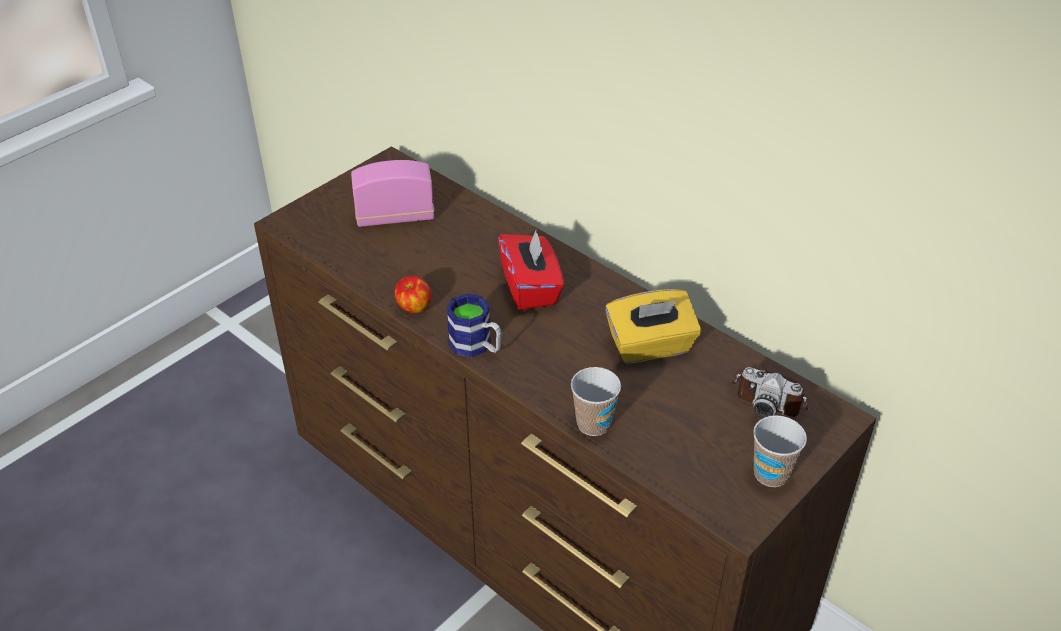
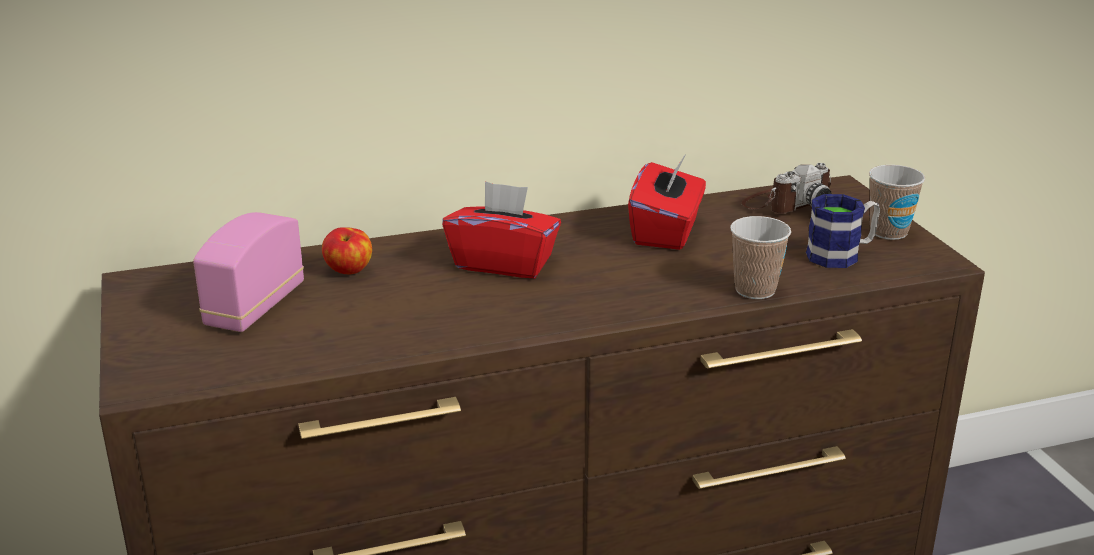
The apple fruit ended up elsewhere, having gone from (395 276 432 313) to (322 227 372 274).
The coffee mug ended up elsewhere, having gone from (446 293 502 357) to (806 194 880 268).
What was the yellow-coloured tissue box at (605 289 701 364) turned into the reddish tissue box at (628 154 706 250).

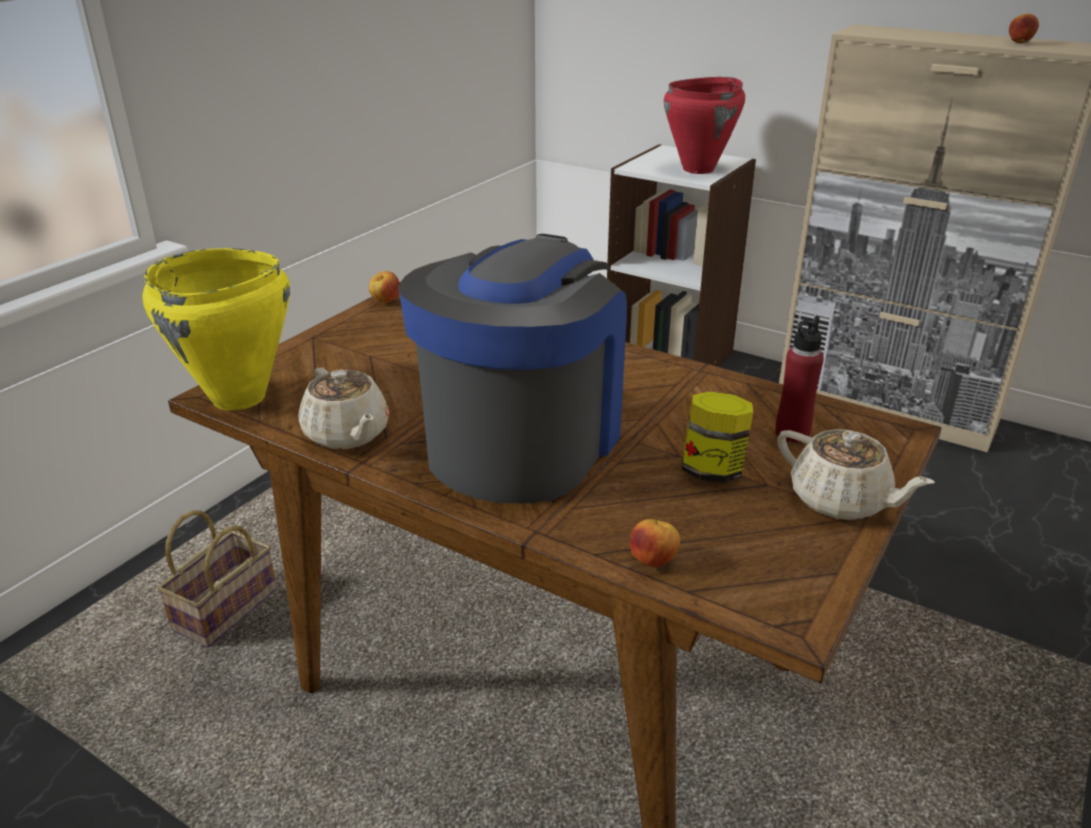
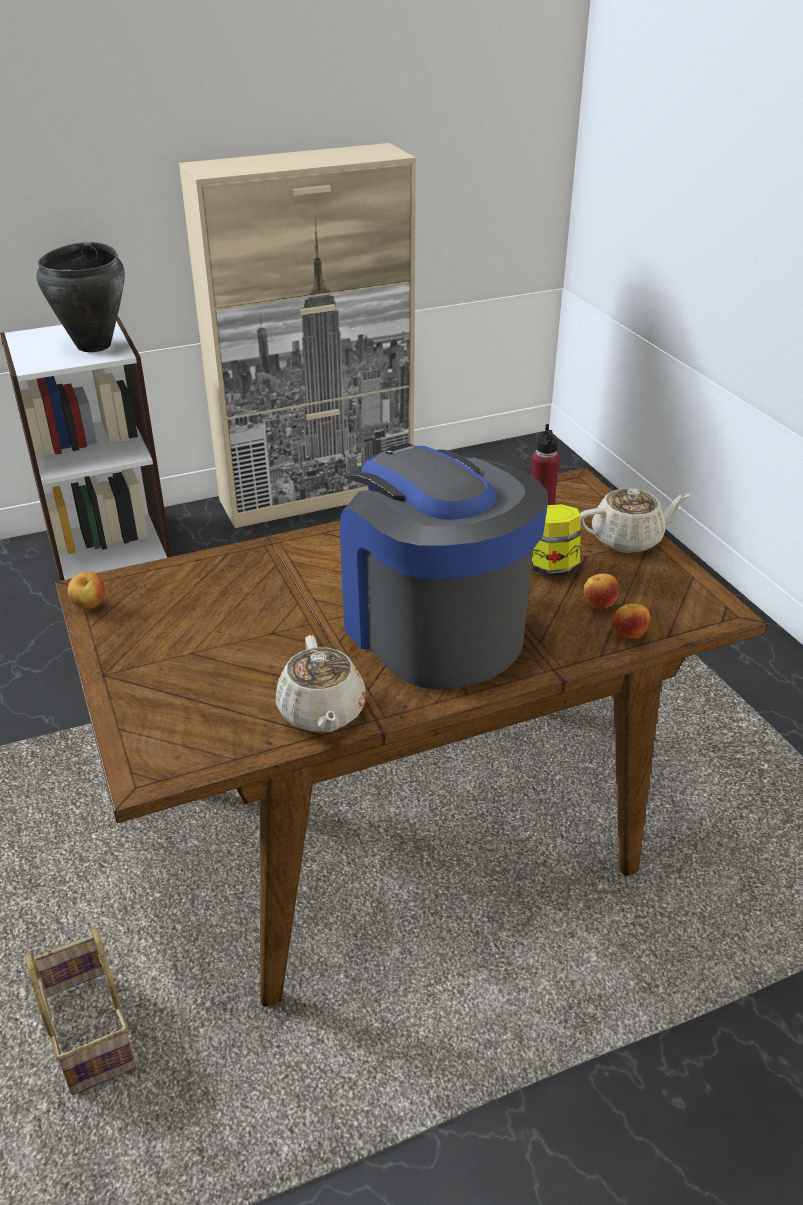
The second view lost the yellow-coloured cooking pot at (142 248 290 410).
The apple fruit ended up elsewhere, having gone from (1009 14 1039 43) to (584 573 619 609).
What was the reddish cooking pot at (664 77 745 174) turned into the blackish cooking pot at (36 242 125 352).
The sand-coloured teapot at (299 368 390 449) ended up facing another way, 75 degrees clockwise from before.

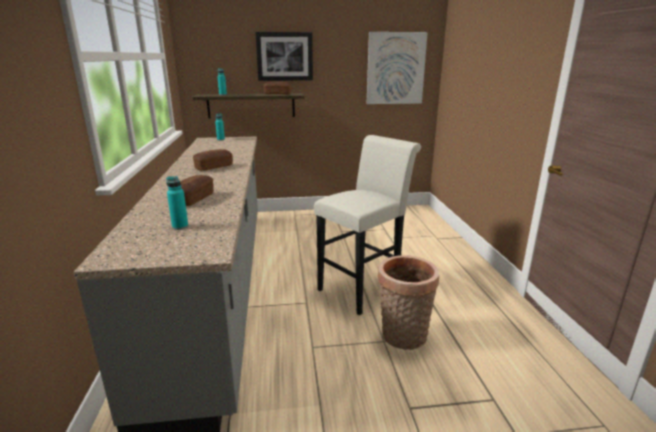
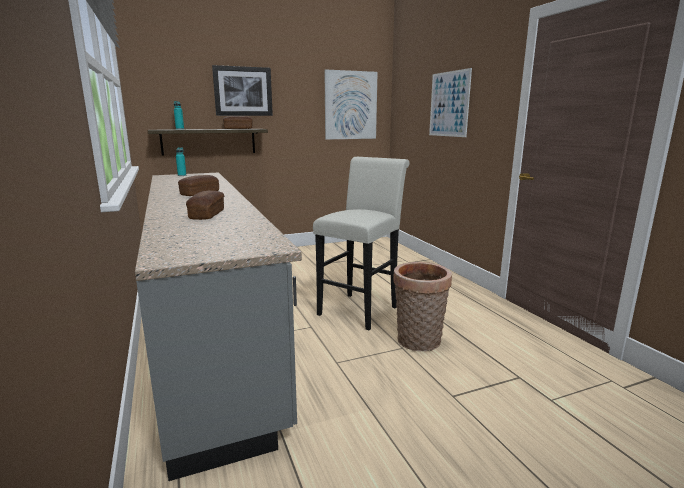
The second view lost the blue-green beverage bottle at (166 176 188 230).
The second view gained the wall art at (429 68 472 137).

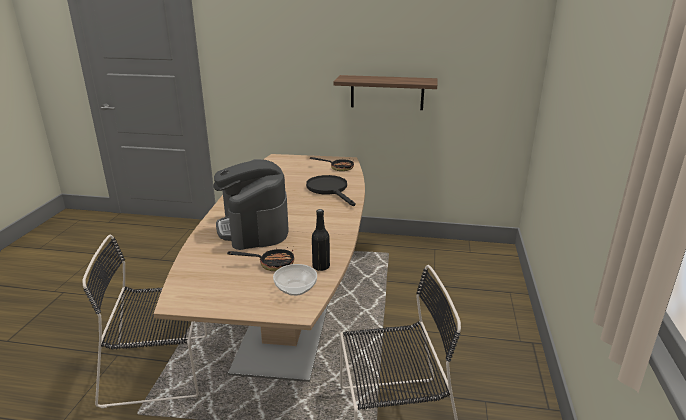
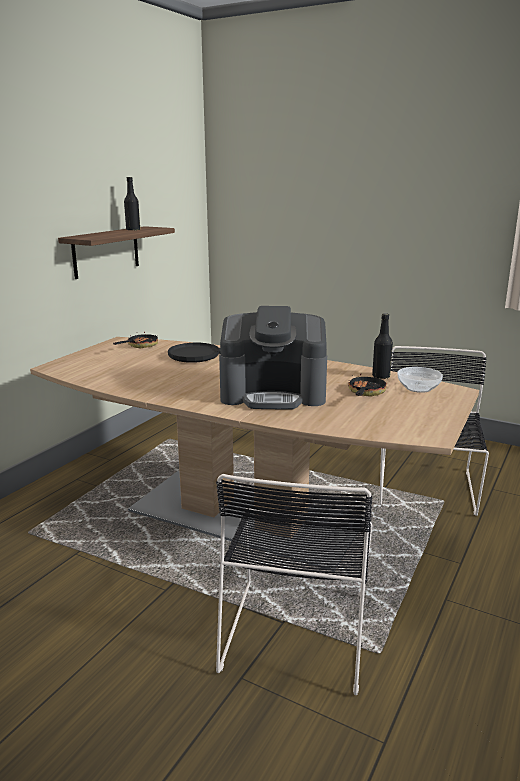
The second view gained the blackish beverage bottle at (124 177 140 231).

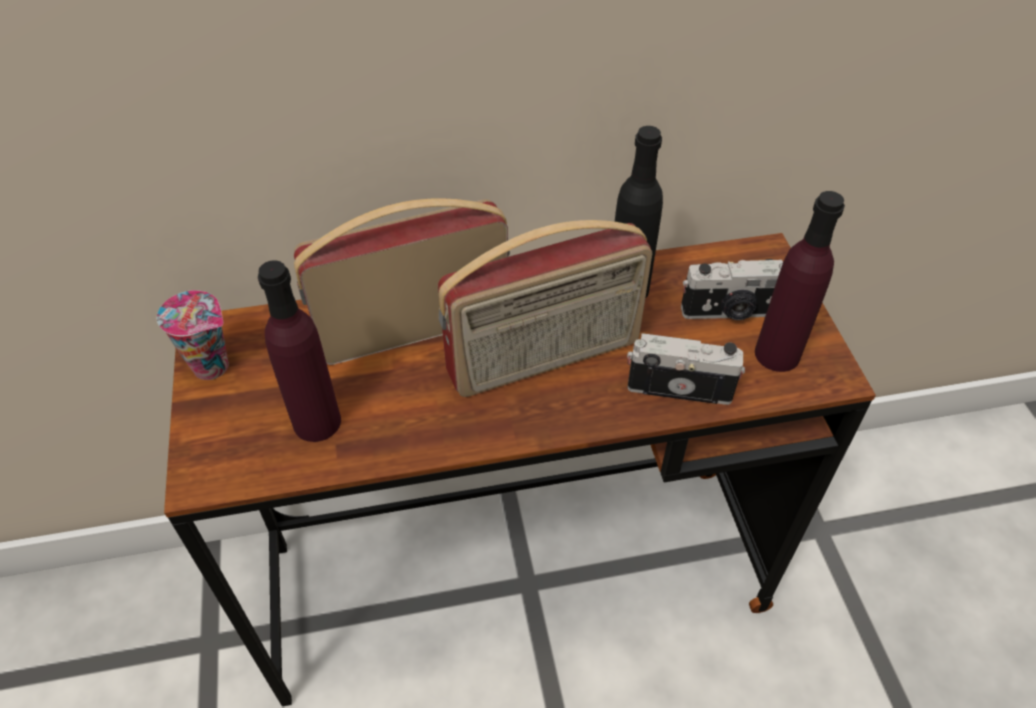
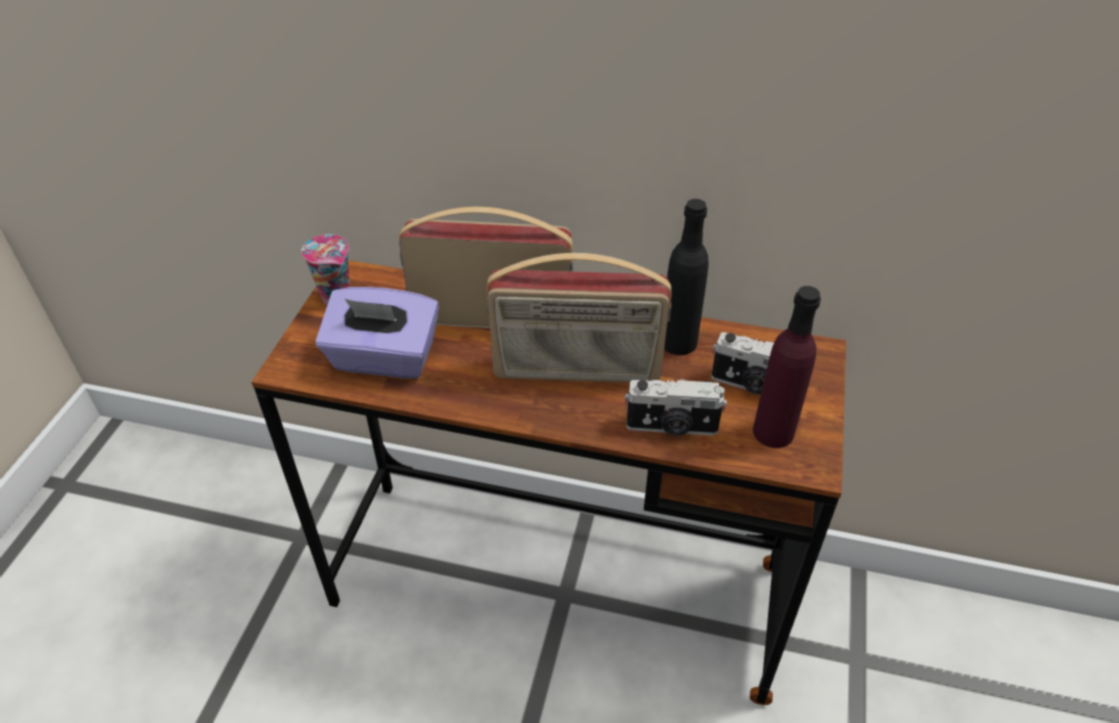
Where the purple beverage bottle stood at (258 260 341 442), the purple tissue box came to stand at (315 287 439 379).
The photo camera at (627 333 745 405) ended up facing another way, 150 degrees clockwise from before.

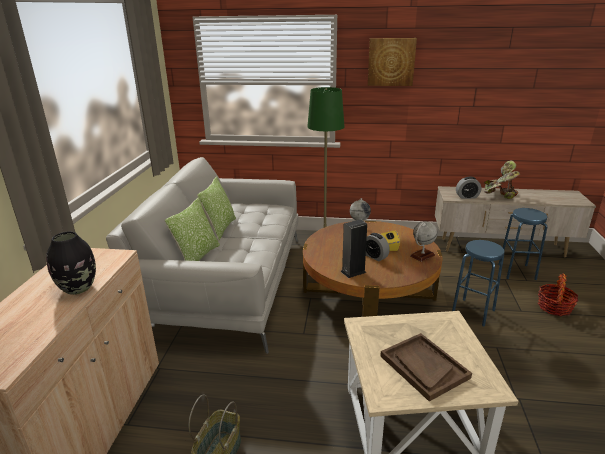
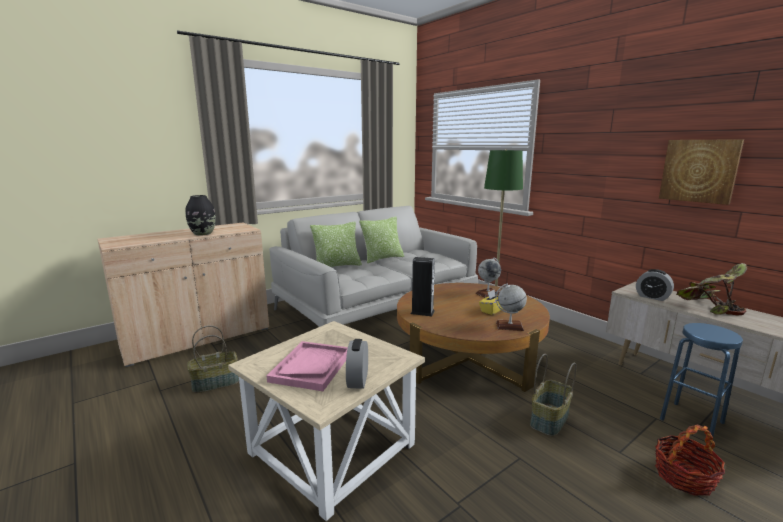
The table clock ended up elsewhere, having gone from (366 233 390 261) to (346 339 368 389).
The wall art ended up elsewhere, having gone from (368 38 417 86) to (659 139 744 205).
Where the blue-coloured stool seat stood at (452 240 505 326), the basket came to stand at (530 354 577 436).
What was the brownish serving tray at (380 333 472 402) turned into the pinkish serving tray at (267 341 348 391).

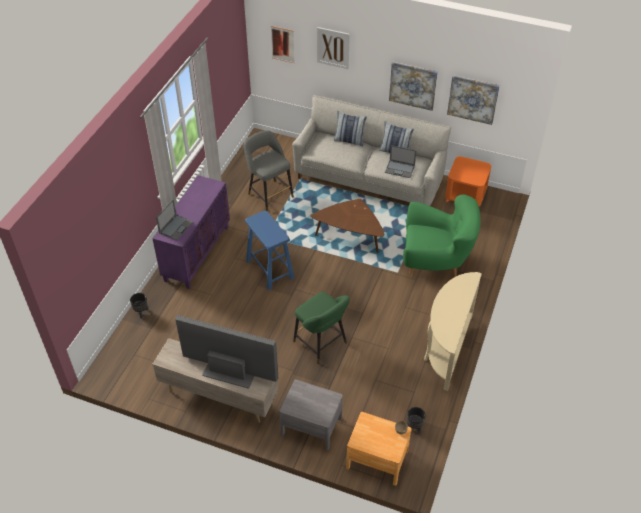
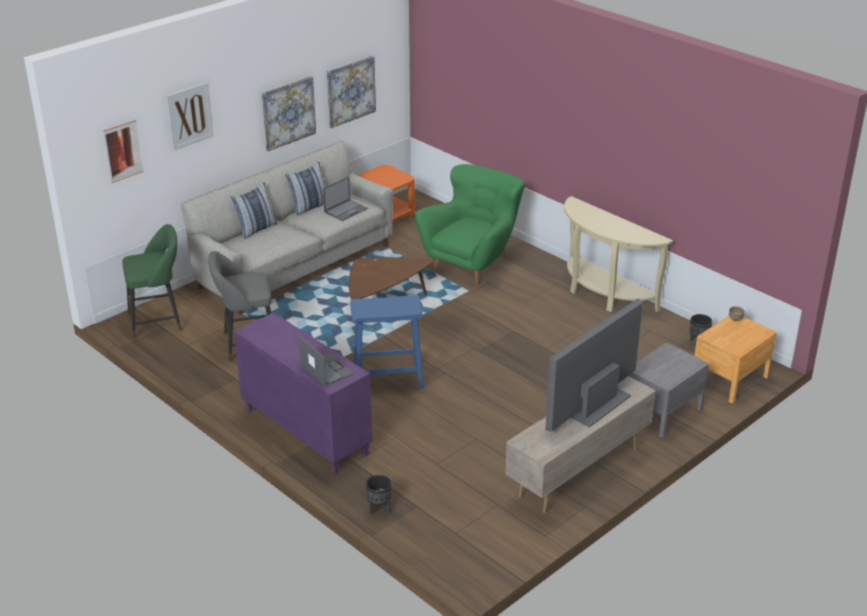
The greenish stool seat ended up elsewhere, having gone from (293 292 350 364) to (123 224 182 339).

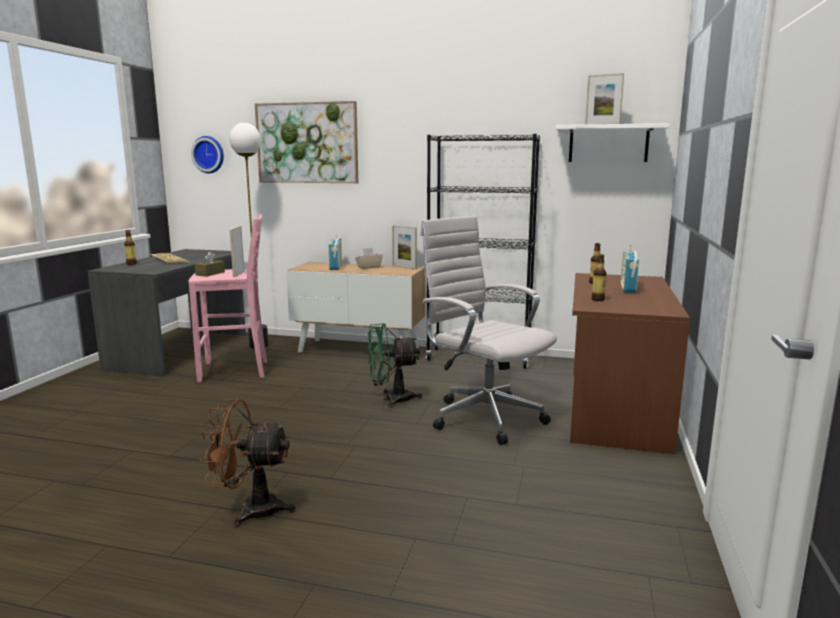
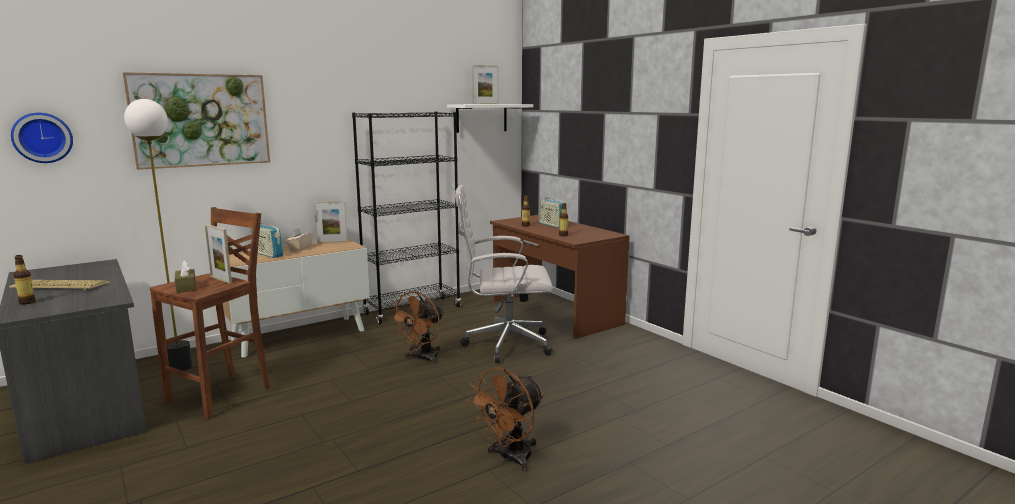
What was the pinkish stool seat at (188 214 267 382) turned into the brownish stool seat at (150 207 270 419).
What was the greenish electric fan at (368 323 422 408) turned into the brownish electric fan at (389 291 445 364).

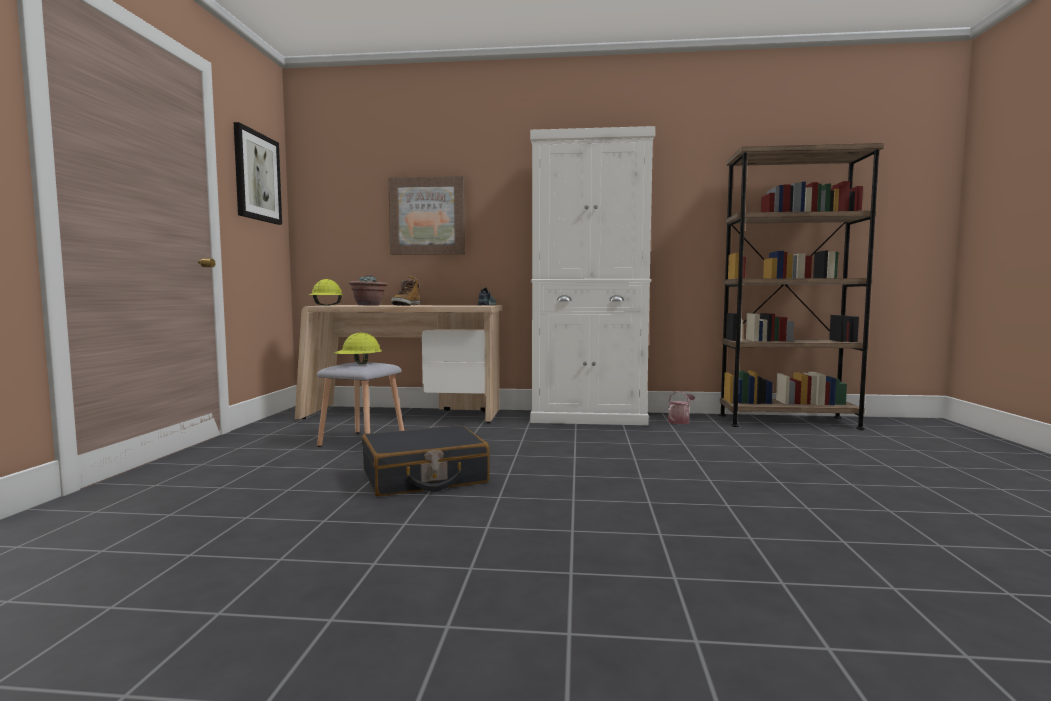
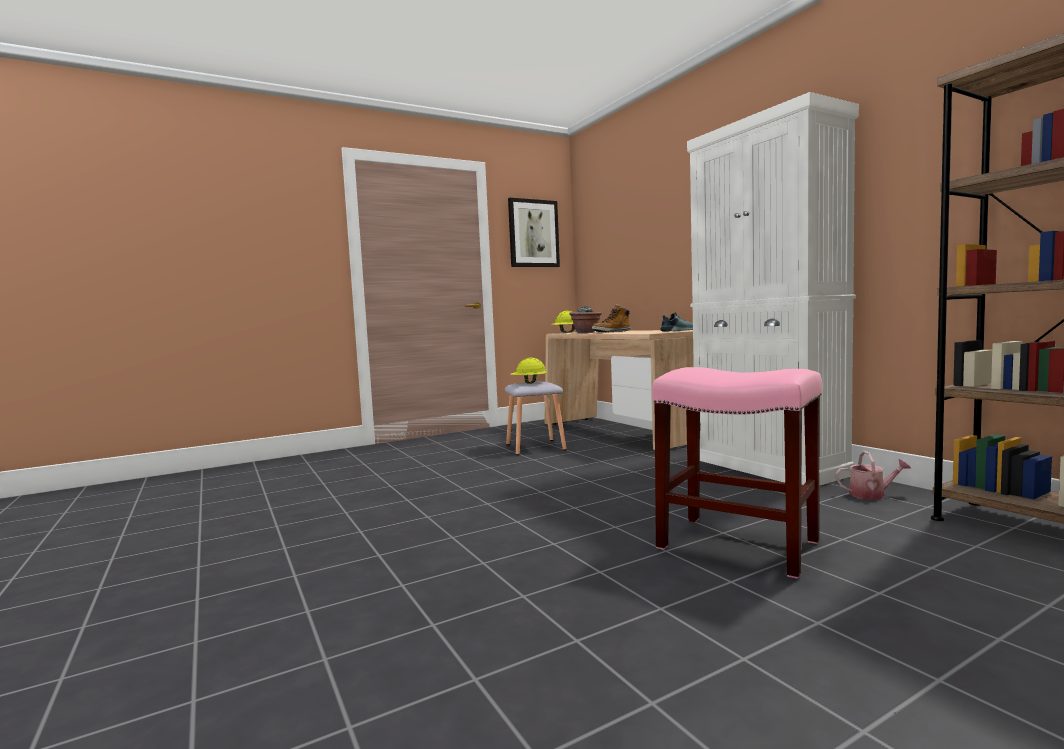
The second view lost the blackish piece of luggage at (362 425 490 496).
The second view lost the wall art at (388 176 465 255).
The second view gained the pinkish stool seat at (652 367 822 579).

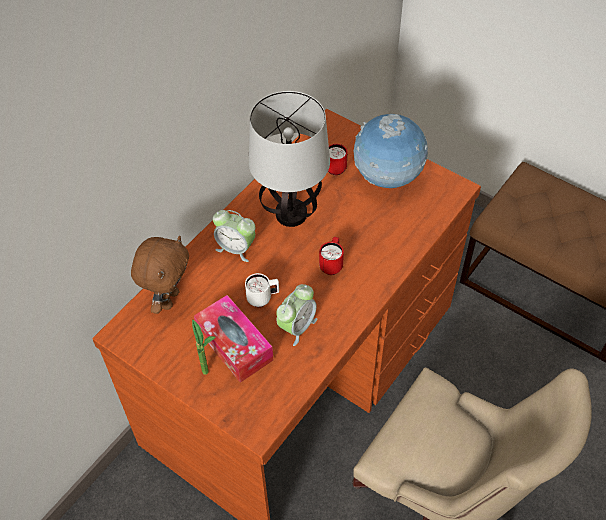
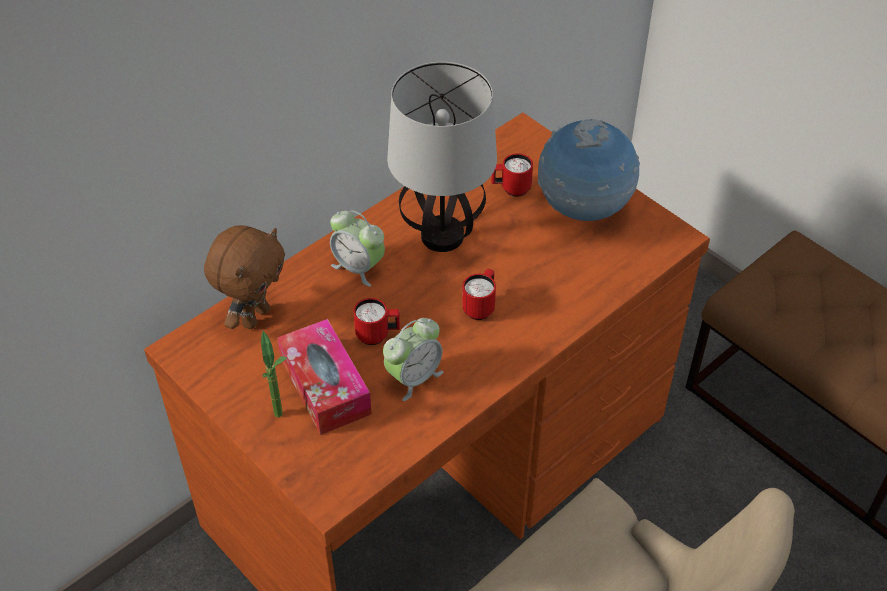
What was the white-coloured coffee mug at (245 273 279 307) turned into the reddish coffee mug at (353 298 400 345).

